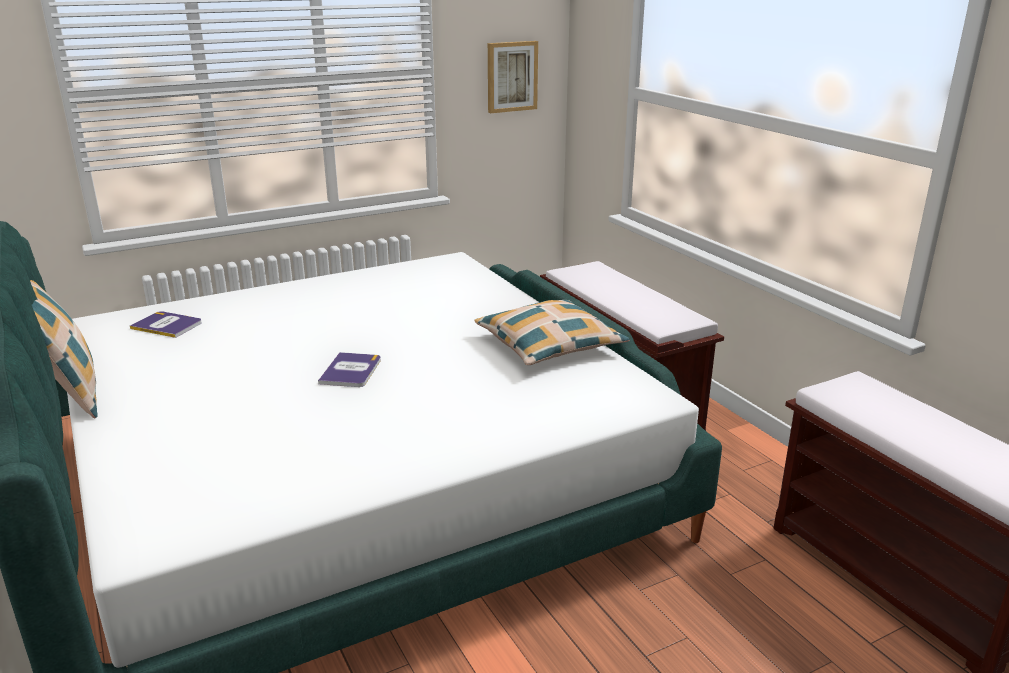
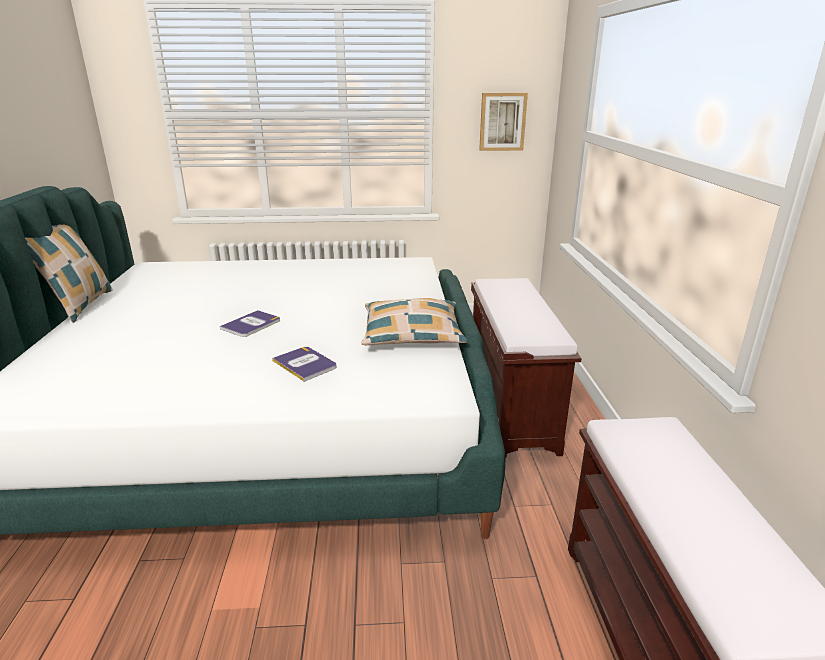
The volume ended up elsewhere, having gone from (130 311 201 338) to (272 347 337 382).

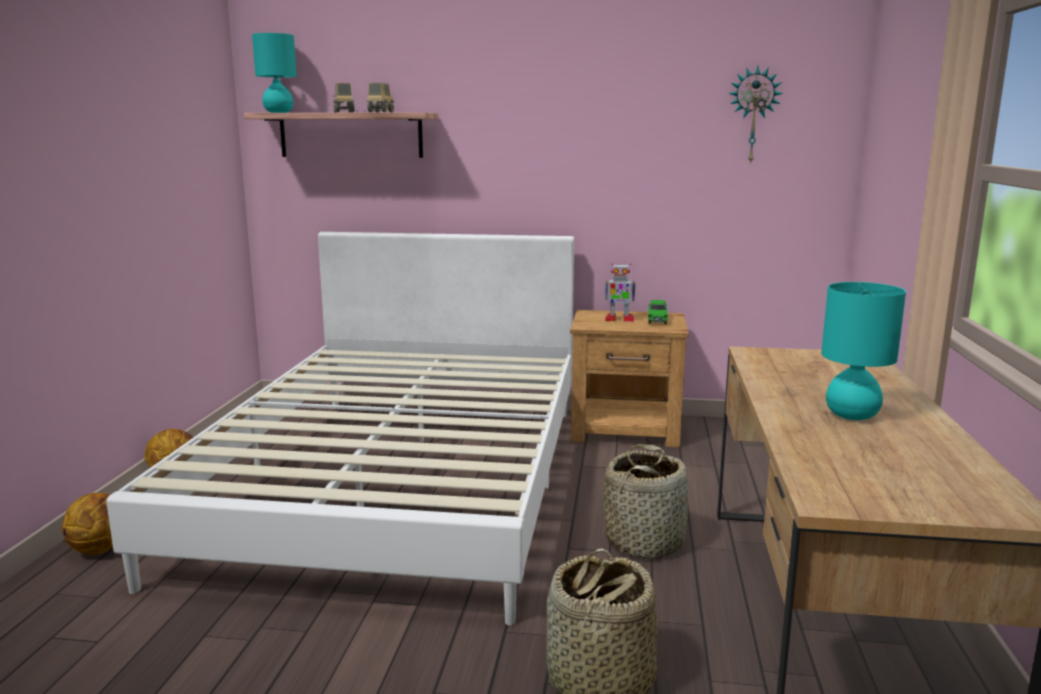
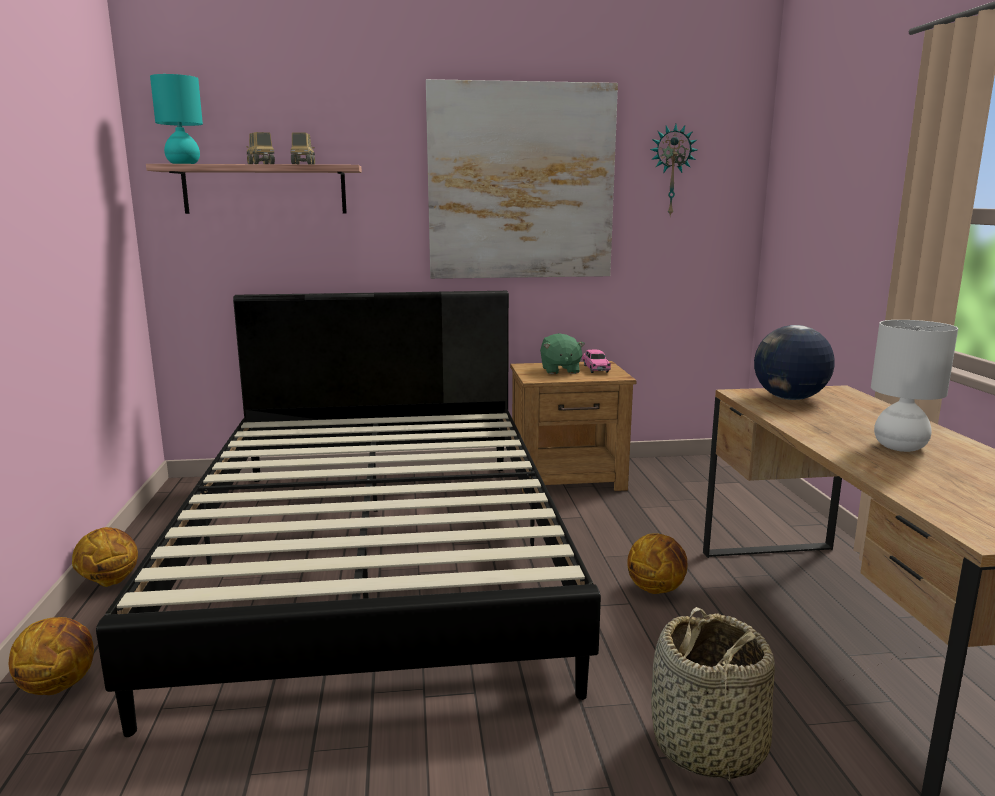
The second view gained the wall art at (426 79 618 279).
The second view gained the globe at (754 325 835 400).
Where the basket stood at (603 444 688 560), the ball for basketball came to stand at (627 533 687 594).
Where the toy robot stood at (605 263 636 322), the greenish cuddly toy came to stand at (540 333 585 374).
What was the white-coloured sleeping bed at (106 232 574 625) turned into the blackish sleeping bed at (96 291 601 737).
What was the greenish model car at (648 300 668 324) turned into the pinkish model car at (582 349 611 373).
What was the blue-green table lamp at (821 282 906 420) turned into the white-coloured table lamp at (871 320 958 452).

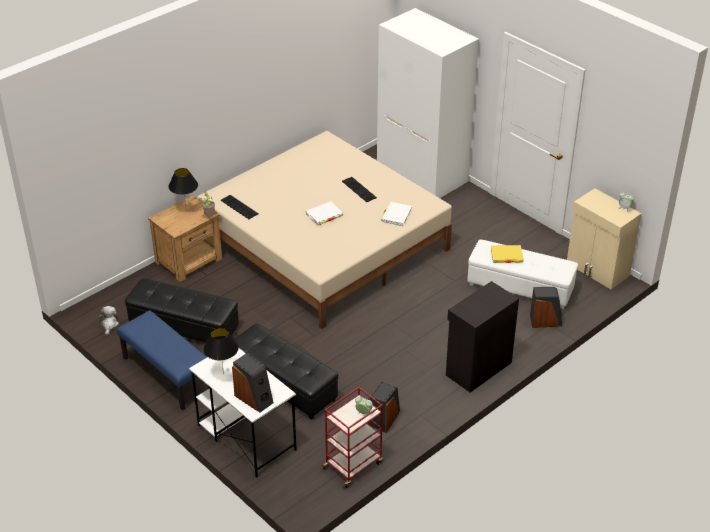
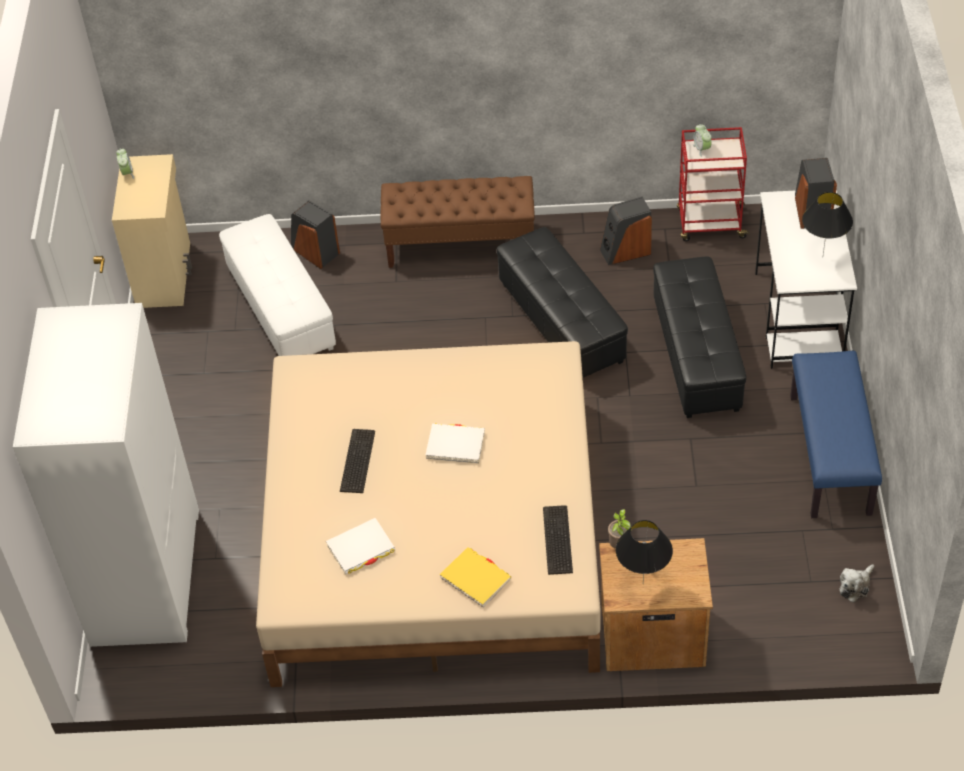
The blackish footrest ended up elsewhere, having gone from (125 278 239 342) to (496 227 628 378).
The white-coloured volume ended up elsewhere, having gone from (381 202 412 226) to (326 518 395 574).
The yellow-coloured volume ended up elsewhere, having gone from (491 245 524 263) to (440 547 511 608).
Where the blackish cabinet stood at (446 281 519 392), the brownish bench came to stand at (381 176 535 268).

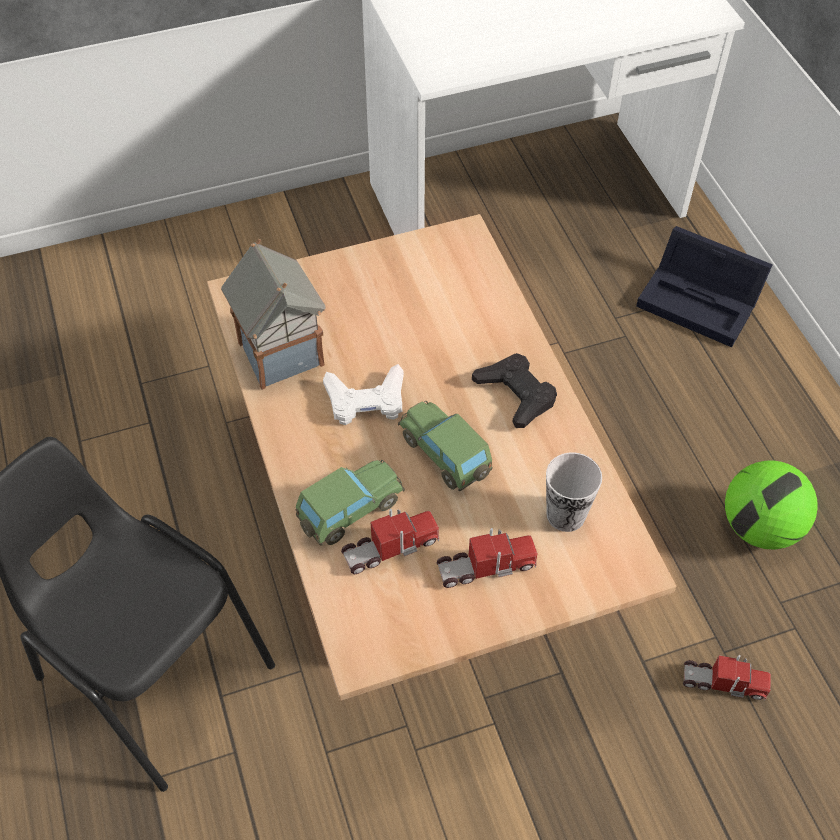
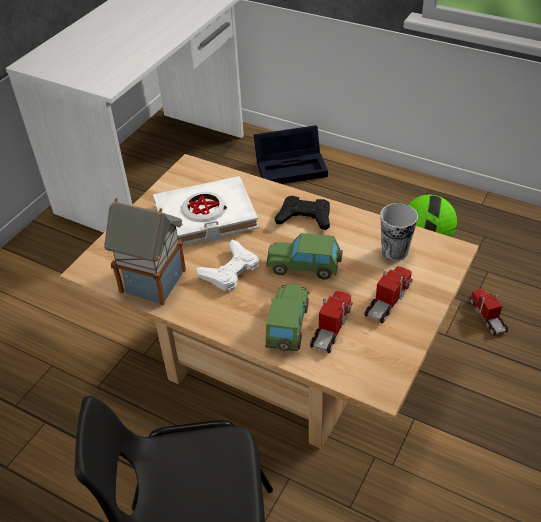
The second view gained the white-coloured volume at (153 176 259 245).
The toy lorry at (683 655 771 701) ended up facing another way, 75 degrees counterclockwise from before.

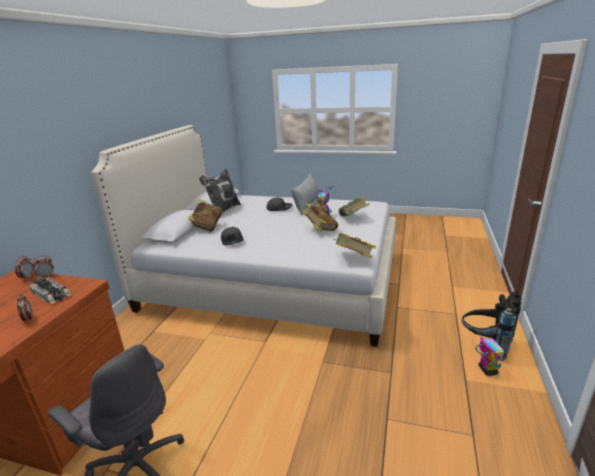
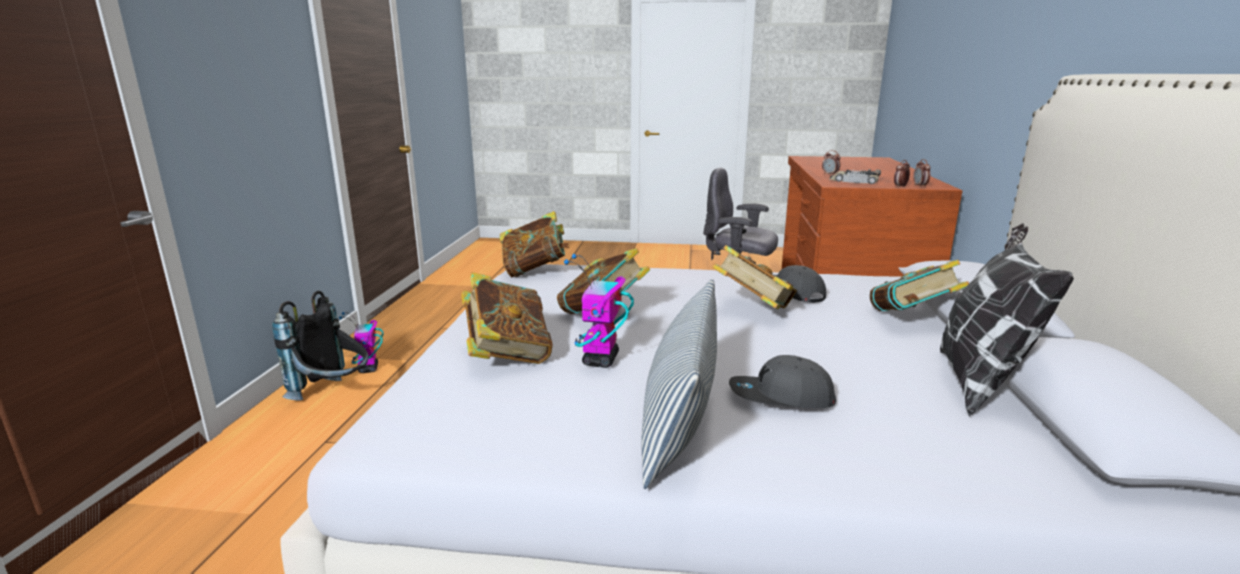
The second view gained the volume at (712 245 797 309).

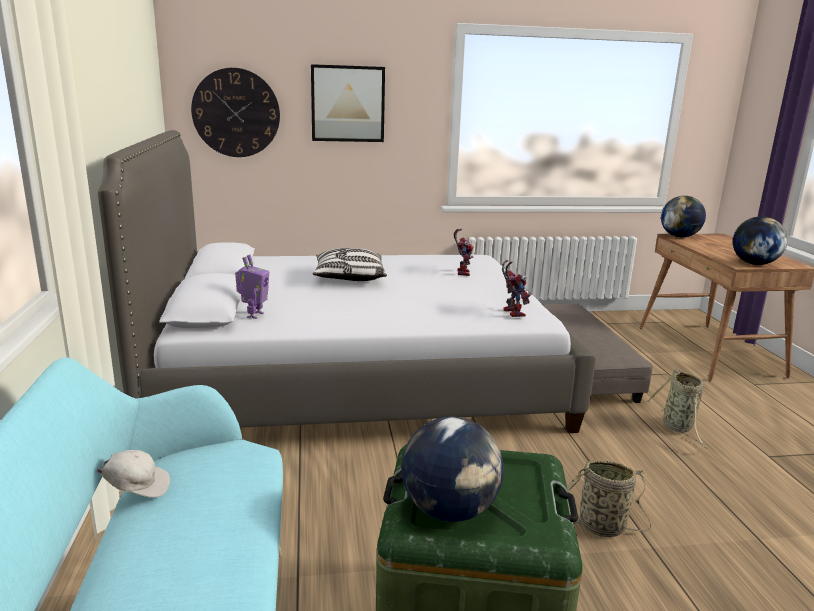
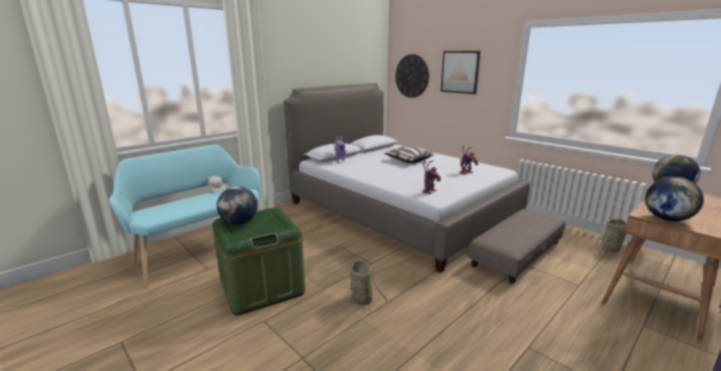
The basket ended up elsewhere, having gone from (646 369 706 448) to (598 219 627 257).

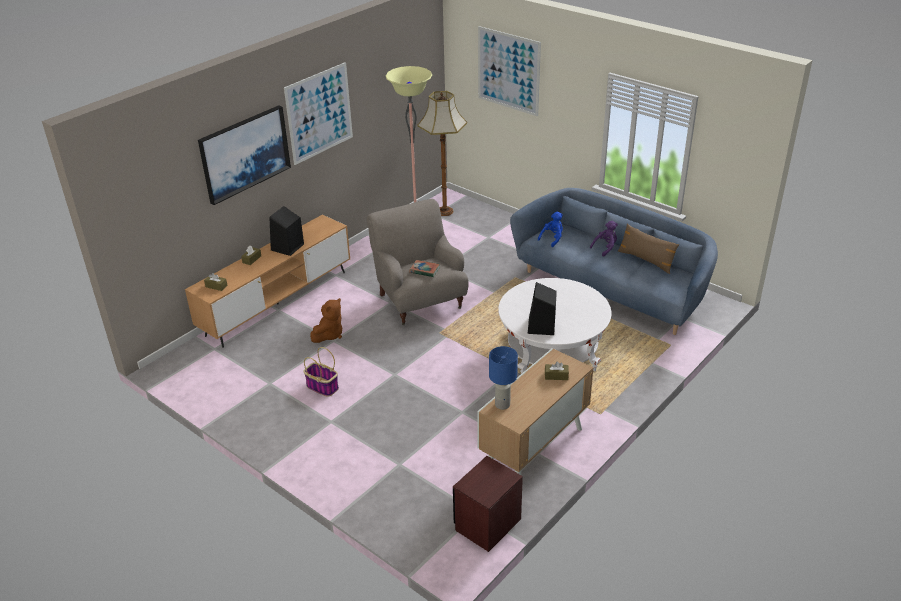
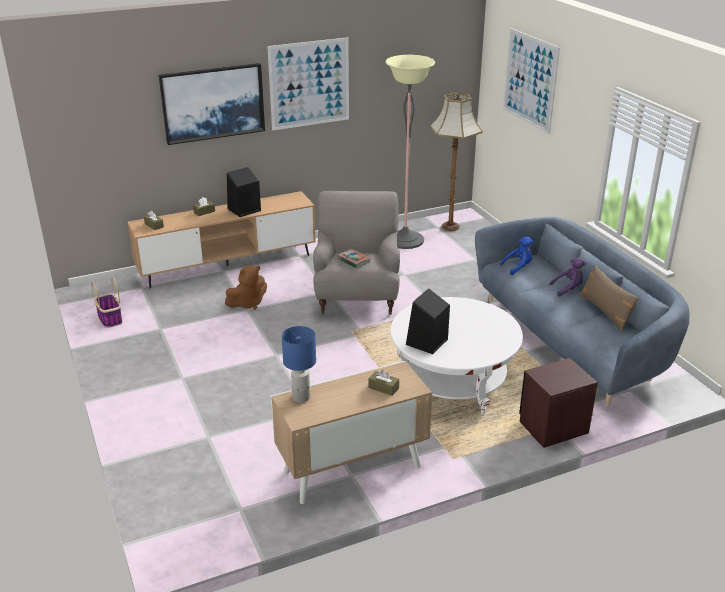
The basket ended up elsewhere, having gone from (304 347 339 397) to (92 277 123 328).
The brownish night table ended up elsewhere, having gone from (453 456 523 552) to (519 358 598 448).

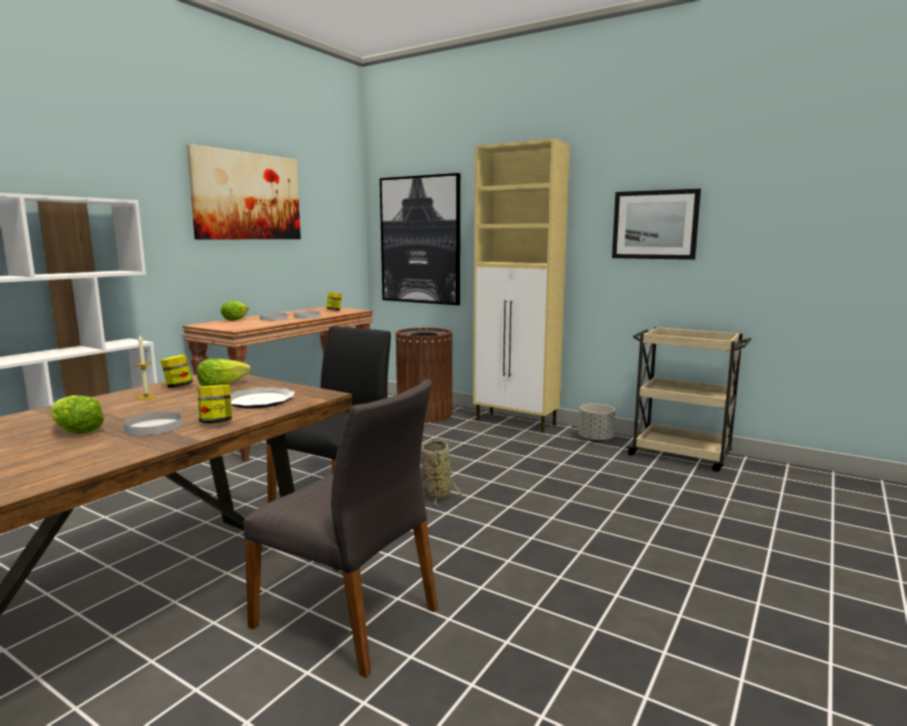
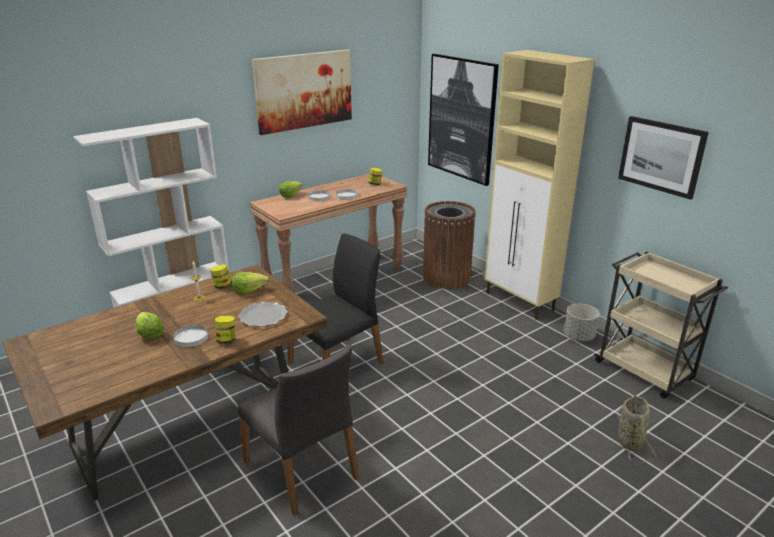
The basket ended up elsewhere, having gone from (421 440 464 507) to (617 396 657 463).

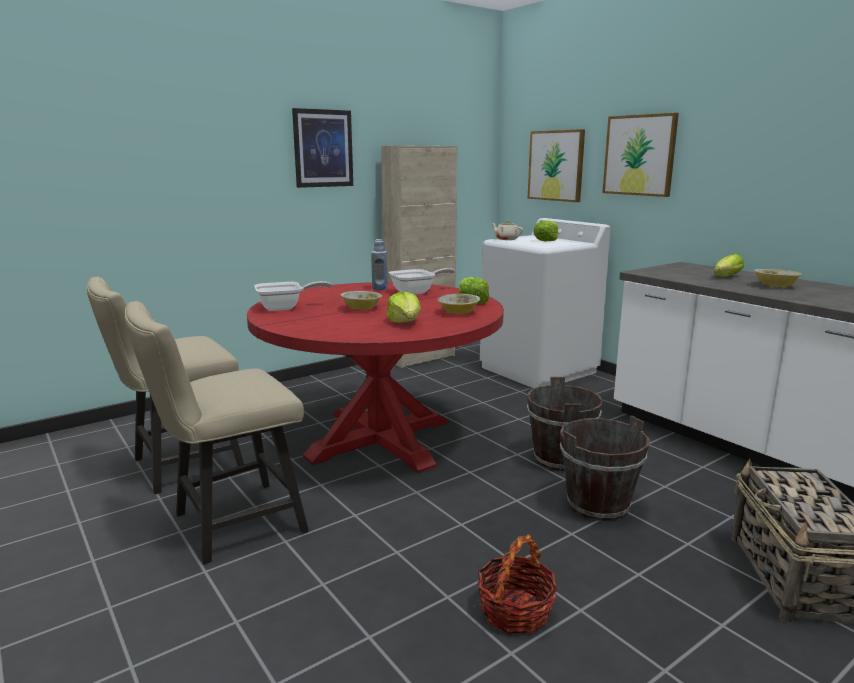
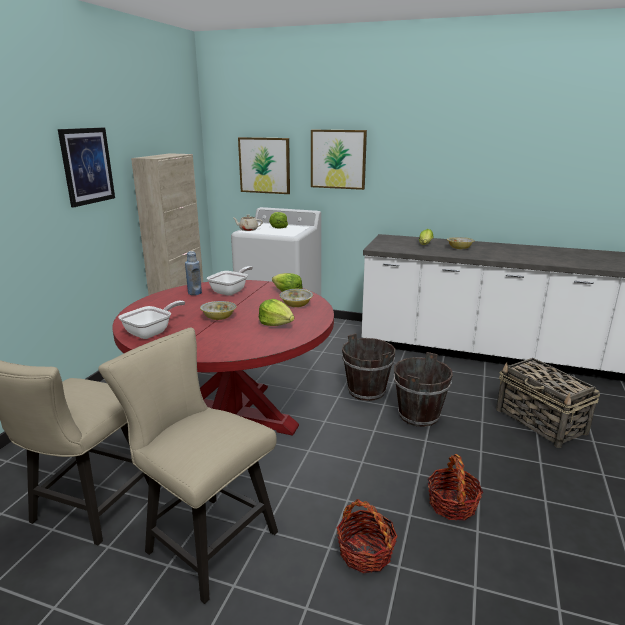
The second view gained the basket at (337 499 398 573).
The sand-coloured plain chair at (125 301 309 564) ended up facing another way, 105 degrees clockwise from before.

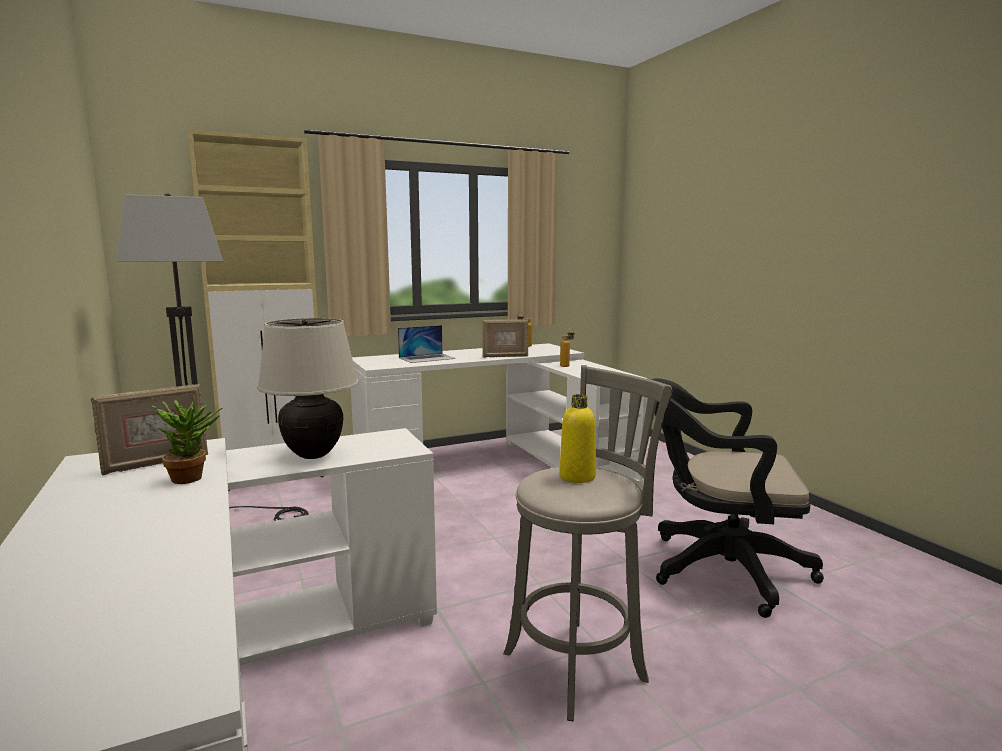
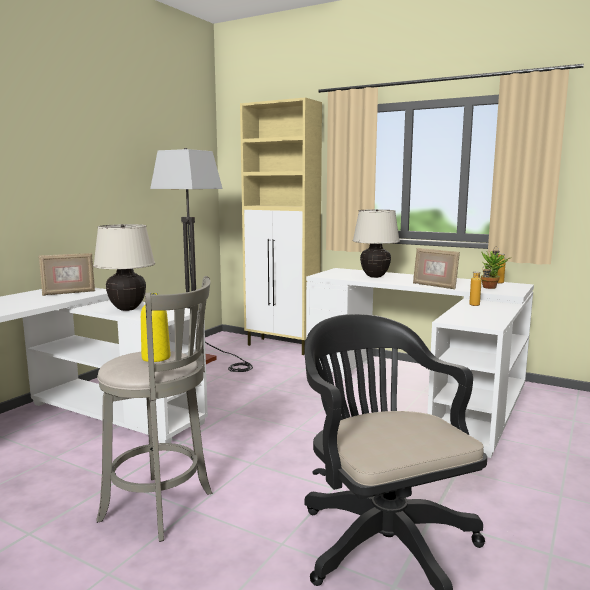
The houseplant ended up elsewhere, having gone from (152 400 223 484) to (481 251 509 289).
Where the laptop stood at (398 325 456 363), the sand-coloured table lamp came to stand at (353 209 400 278).
The standing frame at (91 383 208 475) ended up facing another way, 45 degrees counterclockwise from before.

